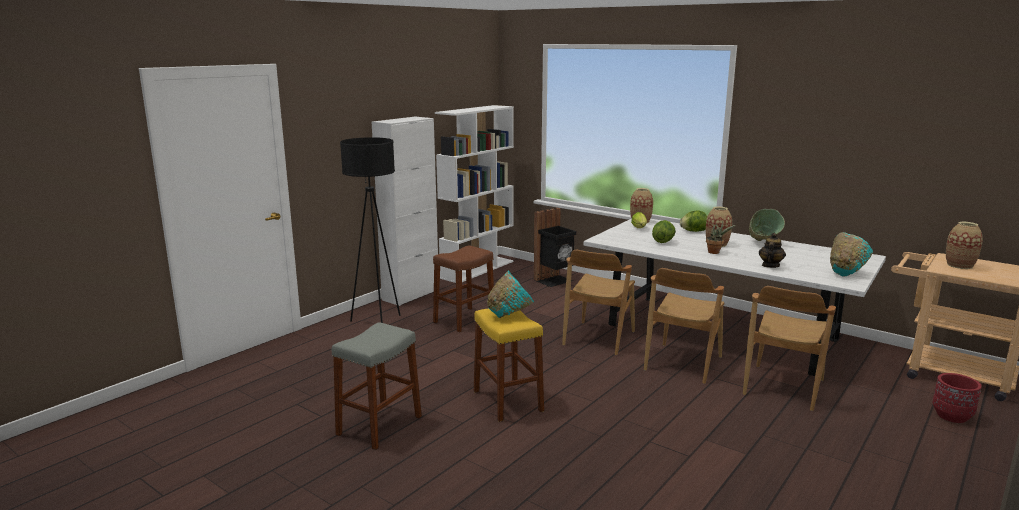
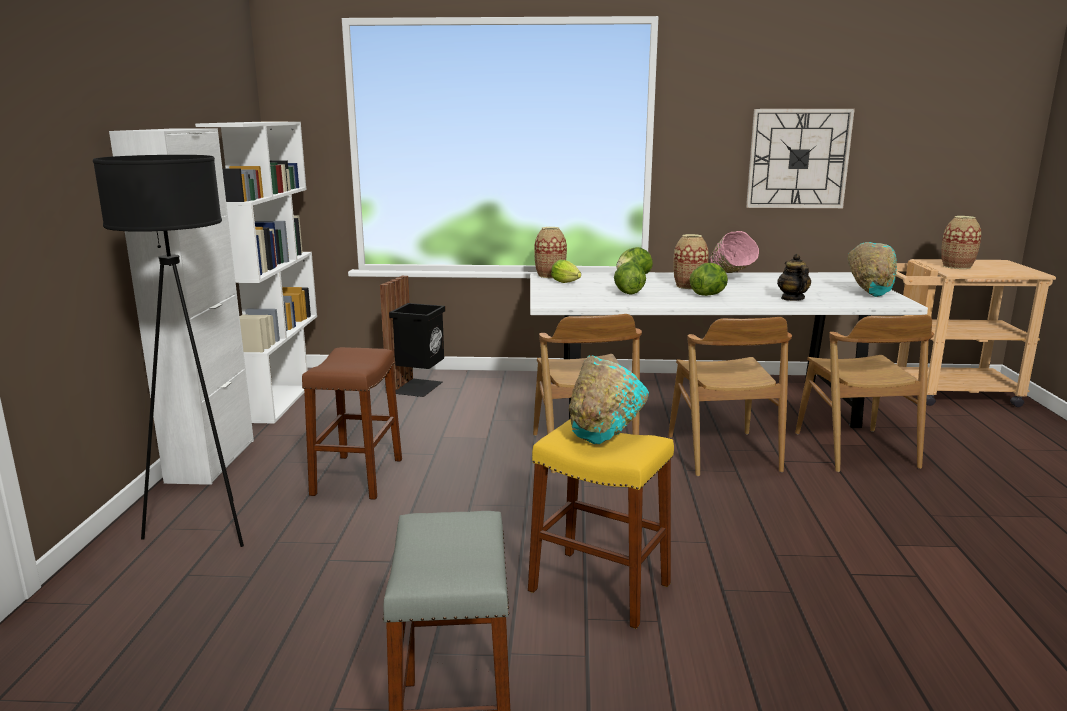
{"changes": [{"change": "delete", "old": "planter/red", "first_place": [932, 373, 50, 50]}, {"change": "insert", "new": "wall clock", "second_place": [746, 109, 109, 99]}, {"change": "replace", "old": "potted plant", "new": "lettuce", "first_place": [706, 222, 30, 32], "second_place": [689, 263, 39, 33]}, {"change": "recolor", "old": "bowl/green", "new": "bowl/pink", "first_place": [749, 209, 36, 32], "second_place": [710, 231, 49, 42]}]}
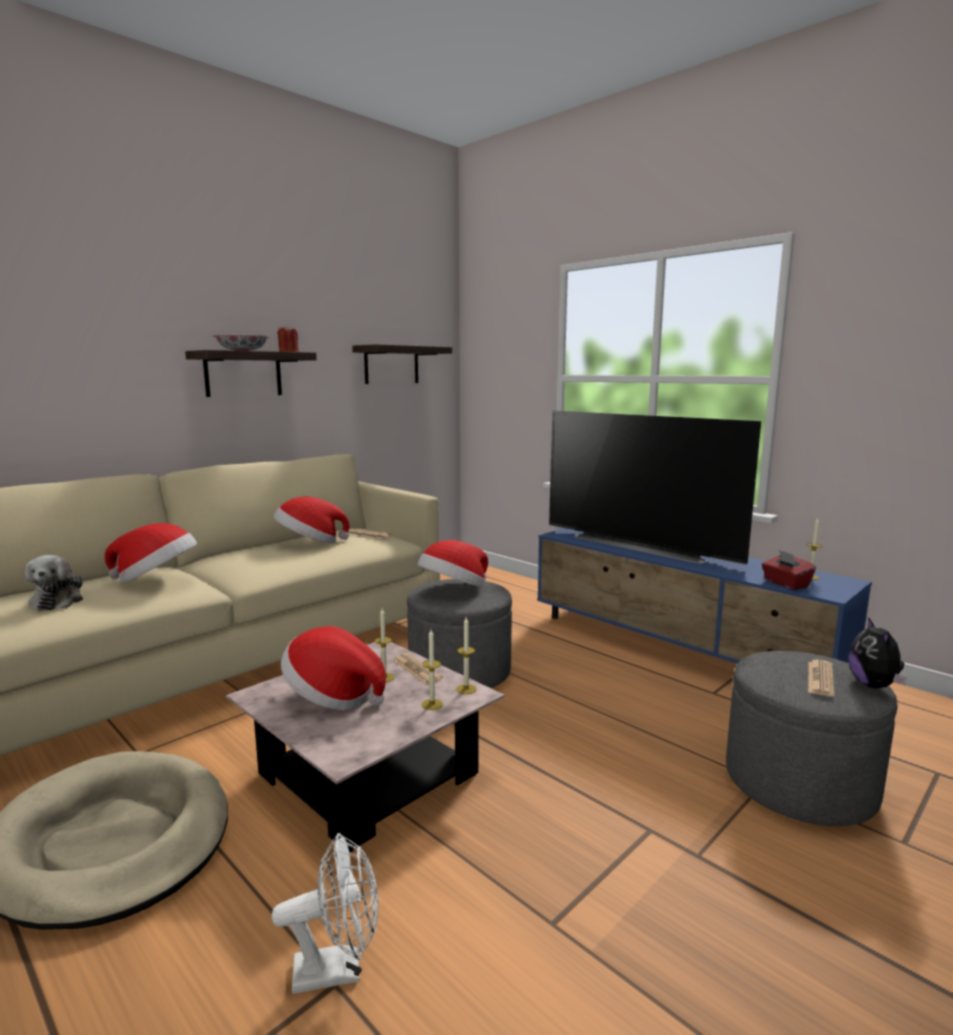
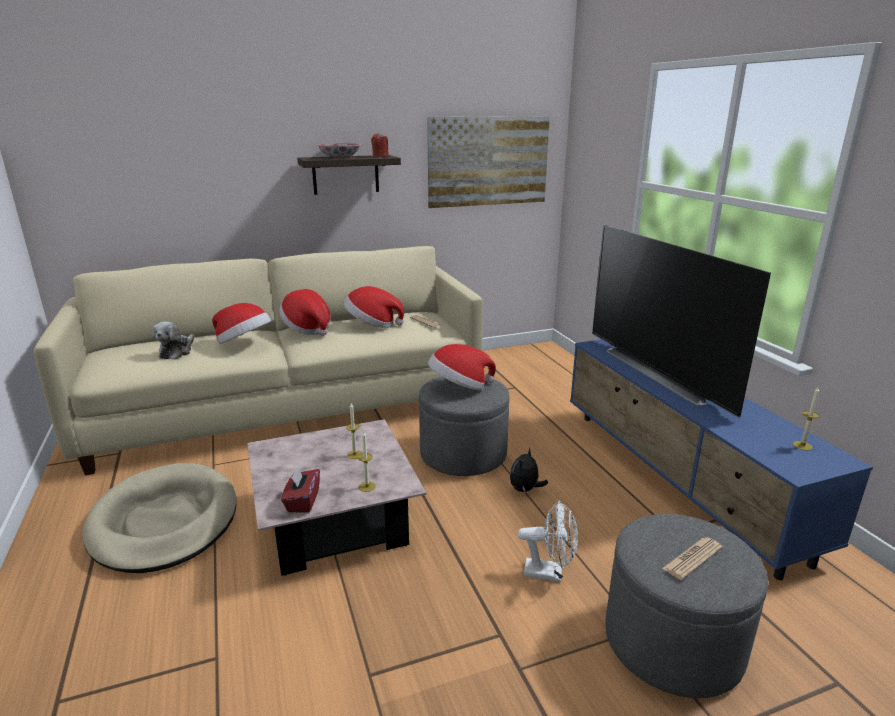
{"changes": [{"change": "delete", "old": "newspaper", "first_place": [393, 653, 50, 32]}, {"change": "delete", "old": "candle", "first_place": [456, 617, 21, 77]}, {"change": "move", "old": "fan/white", "first_place": [272, 833, 106, 161], "second_place": [518, 500, 60, 82]}, {"change": "move", "old": "hat", "first_place": [281, 626, 105, 84], "second_place": [279, 289, 52, 47]}, {"change": "move", "old": "tissue box/red", "first_place": [762, 550, 54, 40], "second_place": [281, 467, 39, 46]}, {"change": "move", "old": "plush toy", "first_place": [849, 617, 58, 71], "second_place": [510, 447, 38, 46]}, {"change": "replace", "old": "shelf", "new": "picture", "first_place": [352, 344, 100, 40], "second_place": [427, 116, 123, 92]}]}
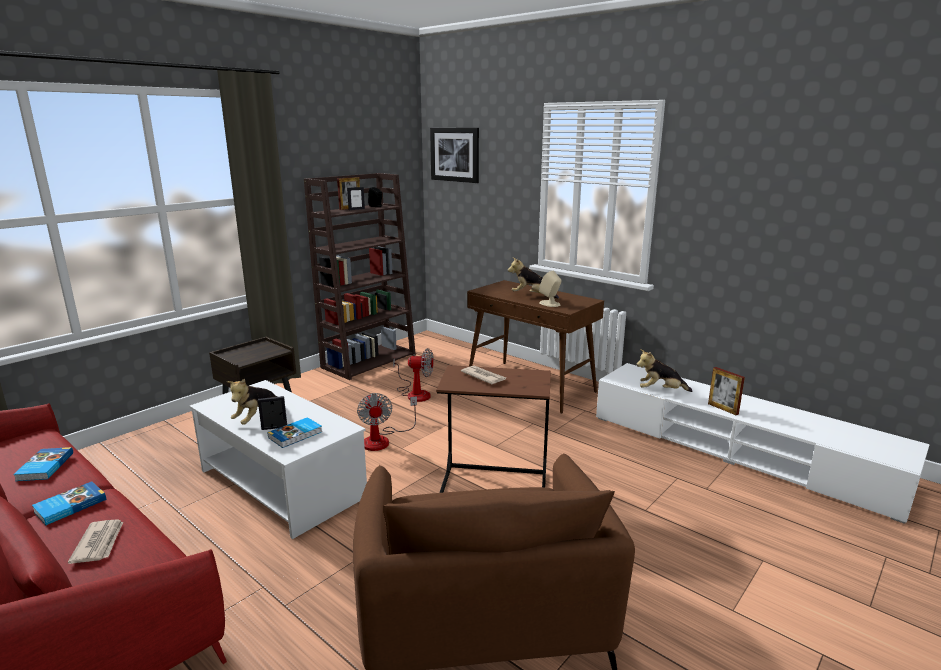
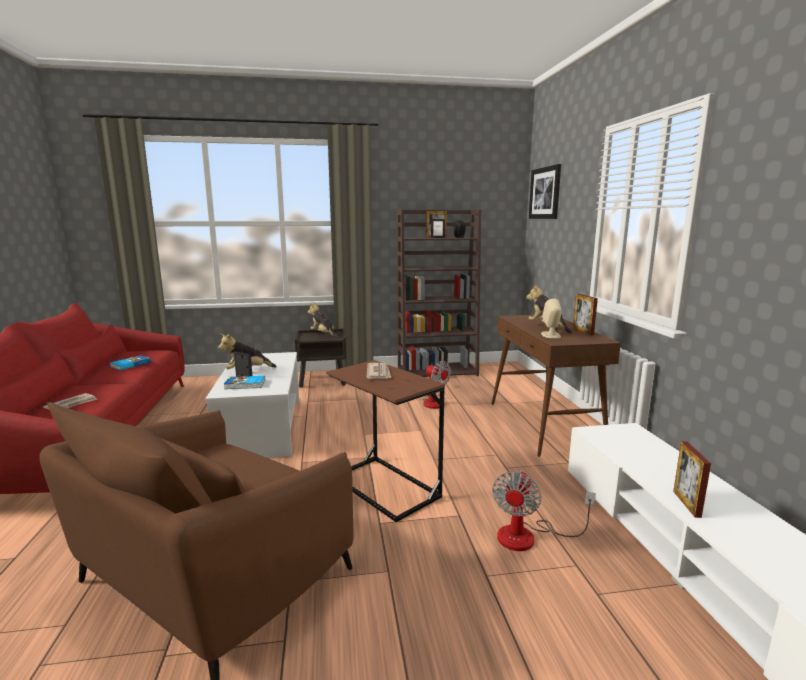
{"changes": [{"change": "delete", "old": "book", "first_place": [32, 481, 74, 44]}, {"change": "insert", "new": "picture frame", "second_place": [573, 294, 25, 41]}, {"change": "move", "old": "fan", "first_place": [357, 393, 60, 58], "second_place": [492, 470, 104, 81]}, {"change": "move", "old": "plush toy", "first_place": [637, 349, 56, 43], "second_place": [308, 302, 30, 36]}]}
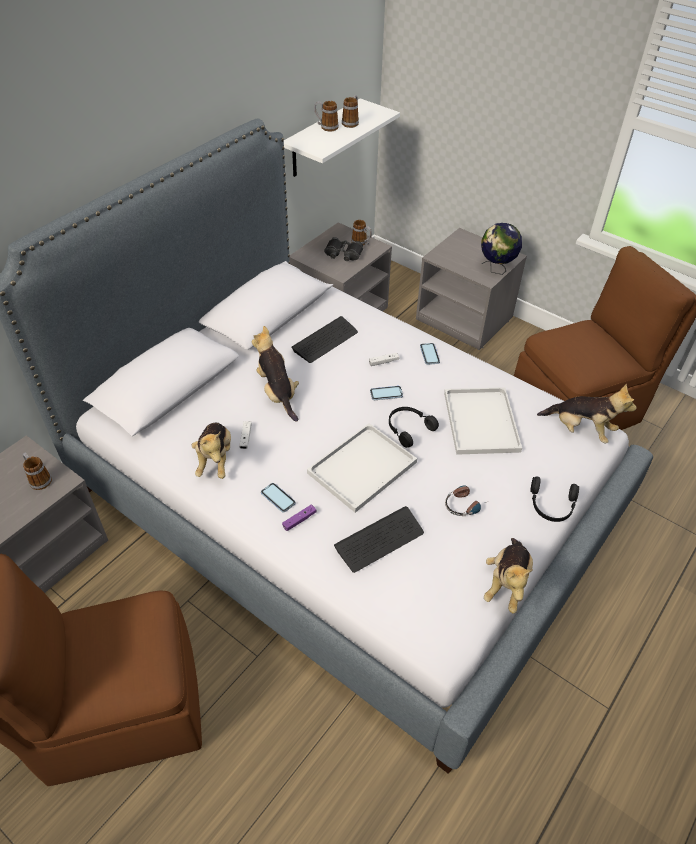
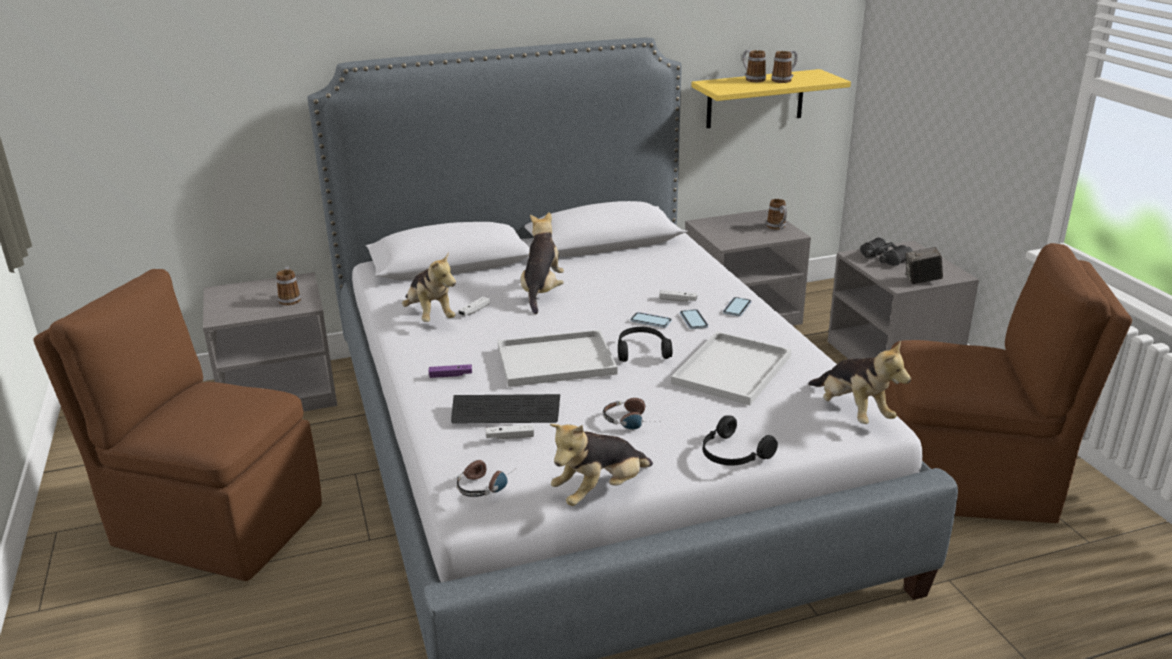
{"changes": [{"change": "delete", "old": "keyboard", "first_place": [291, 316, 67, 47]}, {"change": "insert", "new": "headphones", "second_place": [456, 460, 64, 37]}, {"change": "insert", "new": "game controller/white", "second_place": [486, 424, 48, 15]}, {"change": "move", "old": "phone", "first_place": [261, 483, 35, 30], "second_place": [680, 309, 28, 20]}, {"change": "move", "old": "binoculars/black", "first_place": [324, 237, 39, 24], "second_place": [860, 237, 53, 29]}, {"change": "replace", "old": "globe", "new": "photo camera", "first_place": [481, 223, 41, 52], "second_place": [905, 247, 38, 37]}, {"change": "recolor", "old": "shelf/white", "new": "shelf/yellow", "first_place": [284, 98, 116, 79], "second_place": [691, 69, 160, 59]}, {"change": "rotate", "old": "plush toy", "first_place": [191, 423, 40, 56], "second_place": [402, 252, 54, 70], "degrees": -60}]}
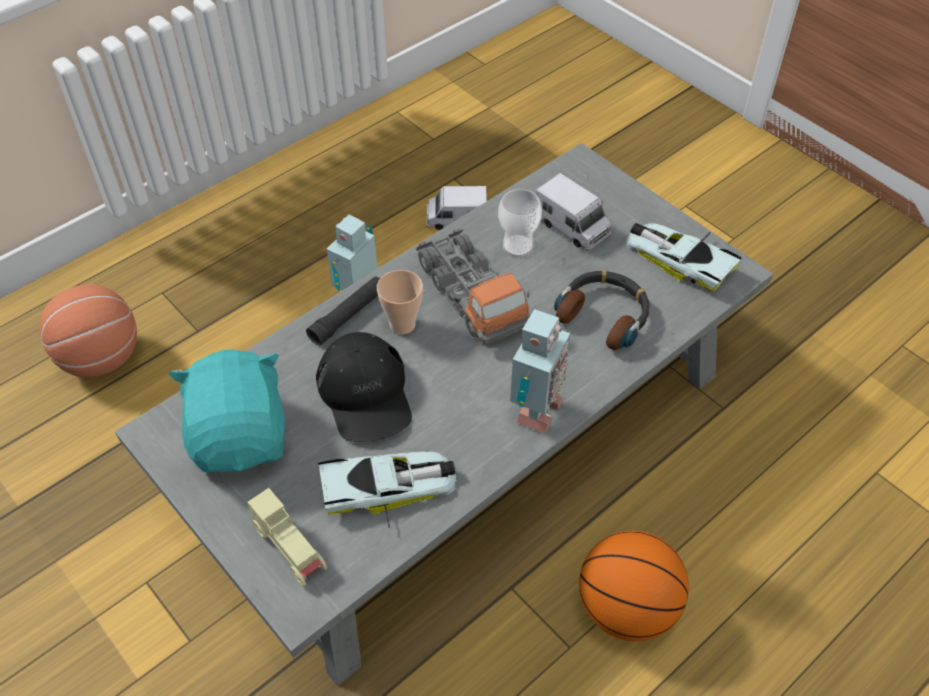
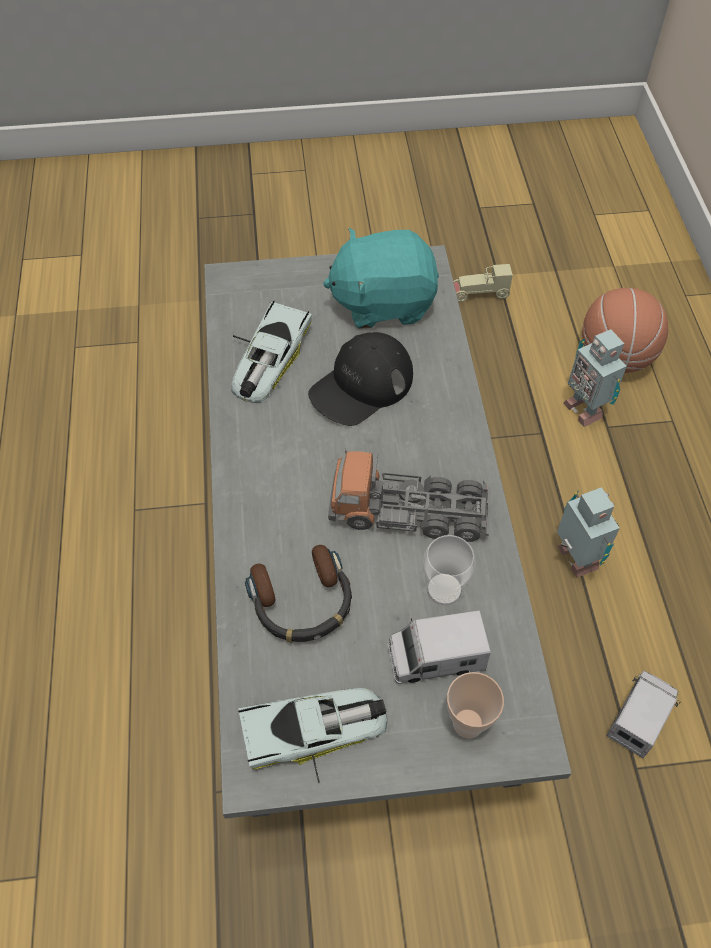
{"changes": [{"change": "delete", "old": "flashlight/black", "first_place": [306, 276, 74, 70]}, {"change": "delete", "old": "basketball", "first_place": [579, 531, 110, 110]}, {"change": "move", "old": "toy car/beige", "first_place": [248, 488, 79, 99], "second_place": [453, 264, 60, 38]}, {"change": "move", "old": "cup", "first_place": [377, 270, 46, 64], "second_place": [447, 672, 57, 66]}, {"change": "move", "old": "toy robot", "first_place": [510, 309, 60, 125], "second_place": [564, 329, 63, 98]}, {"change": "rotate", "old": "plush toy/turquoise", "first_place": [169, 350, 116, 123], "second_place": [323, 228, 116, 101], "degrees": 150}, {"change": "rotate", "old": "cap/black", "first_place": [316, 332, 96, 110], "second_place": [308, 332, 105, 94], "degrees": -60}]}
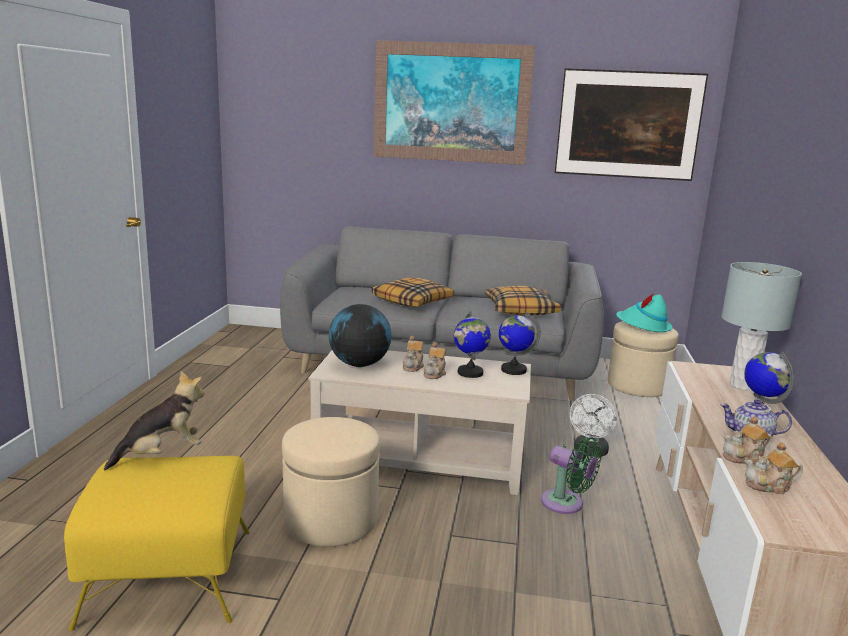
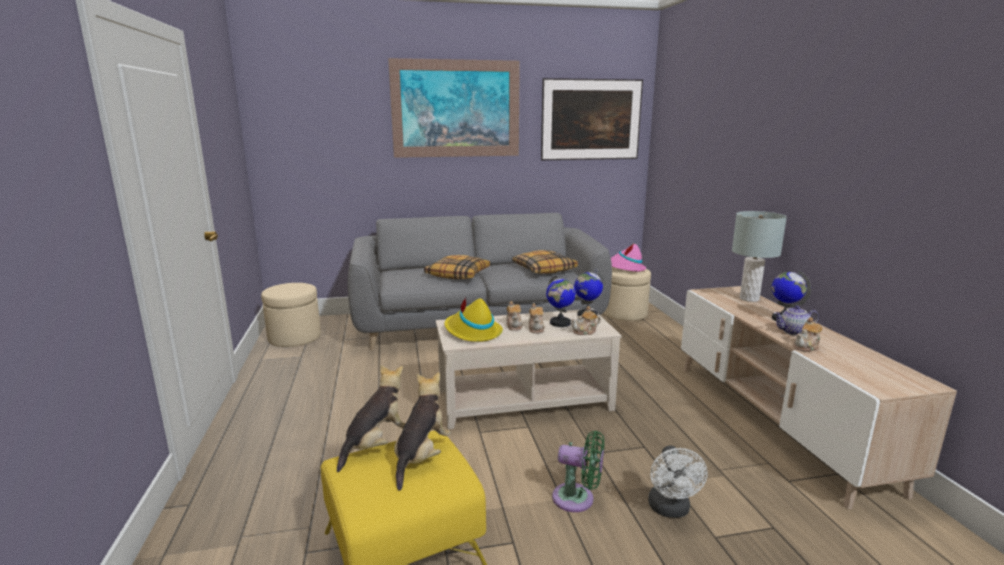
{"changes": [{"change": "insert", "new": "plush toy", "second_place": [394, 372, 57, 119]}, {"change": "move", "old": "ottoman/beige", "first_place": [282, 417, 98, 130], "second_place": [261, 283, 60, 64]}, {"change": "move", "old": "fan/green", "first_place": [541, 437, 61, 77], "second_place": [552, 431, 52, 81]}, {"change": "move", "old": "fan/white", "first_place": [570, 394, 47, 63], "second_place": [648, 445, 59, 73]}, {"change": "move", "old": "teapot", "first_place": [745, 442, 58, 52], "second_place": [571, 306, 30, 29]}, {"change": "replace", "old": "globe", "new": "hat/yellow", "first_place": [329, 304, 63, 63], "second_place": [444, 298, 59, 44]}, {"change": "recolor", "old": "hat/turquoise", "new": "hat/pink", "first_place": [616, 293, 56, 39], "second_place": [611, 244, 35, 28]}]}
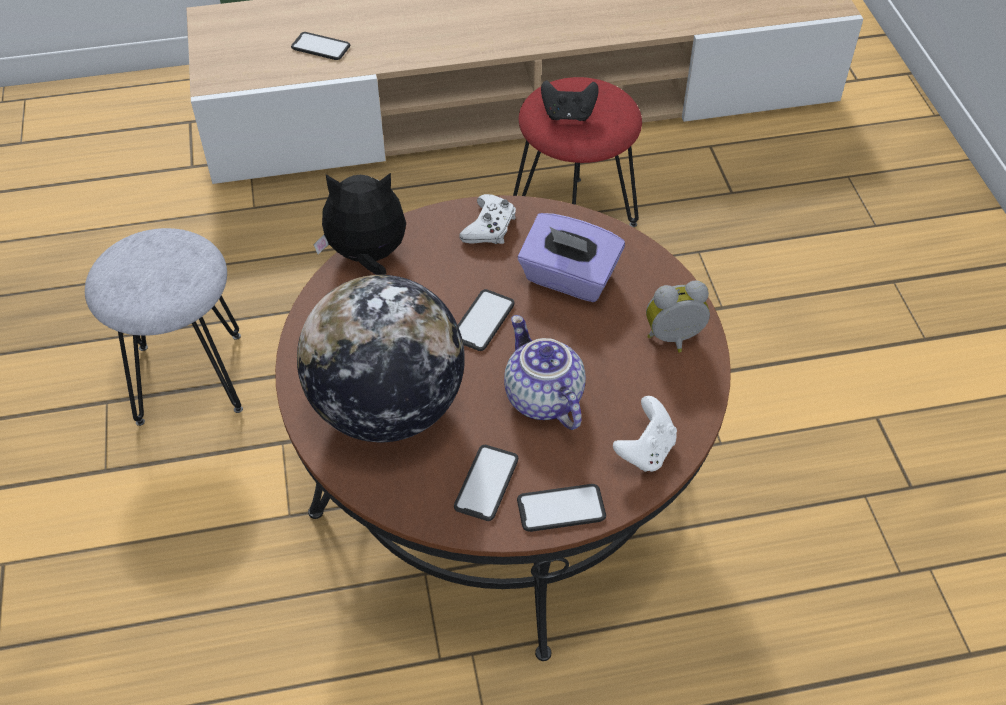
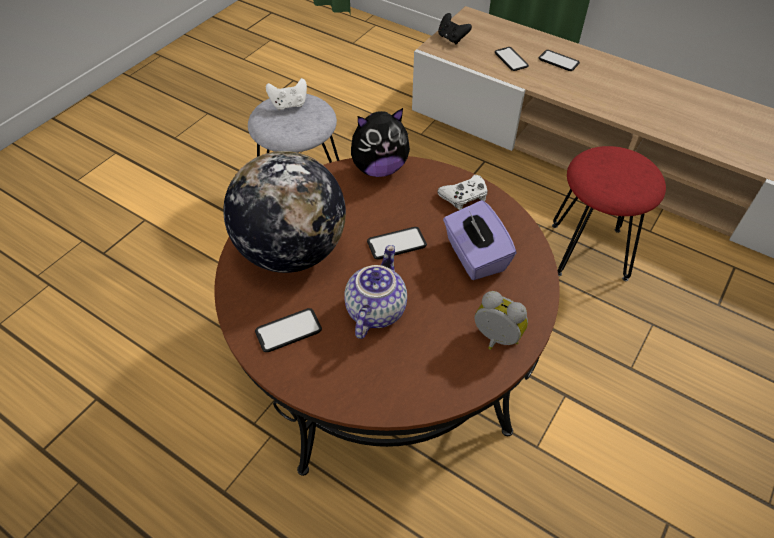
{"changes": [{"change": "move", "old": "phone", "first_place": [517, 484, 89, 48], "second_place": [539, 50, 41, 21]}, {"change": "move", "old": "game controller/black", "first_place": [541, 80, 58, 41], "second_place": [438, 13, 34, 31]}, {"change": "move", "old": "game controller/white", "first_place": [613, 396, 64, 76], "second_place": [266, 78, 41, 32]}, {"change": "rotate", "old": "plush toy", "first_place": [313, 173, 93, 102], "second_place": [351, 108, 59, 69], "degrees": 120}]}
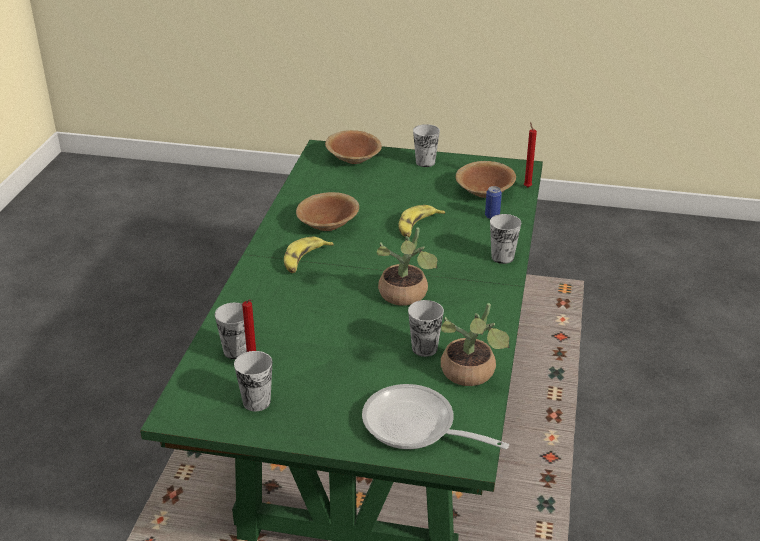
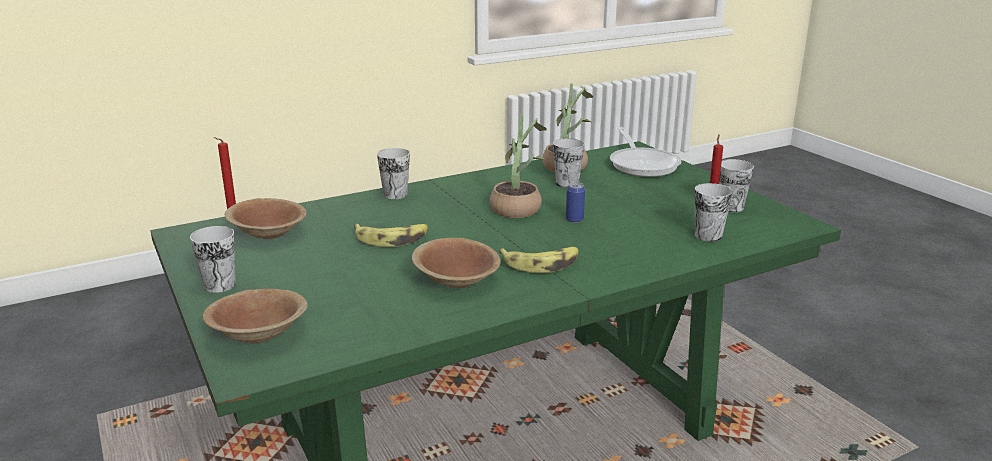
{"changes": [{"change": "move", "old": "can", "first_place": [485, 186, 17, 33], "second_place": [566, 182, 19, 41]}]}
